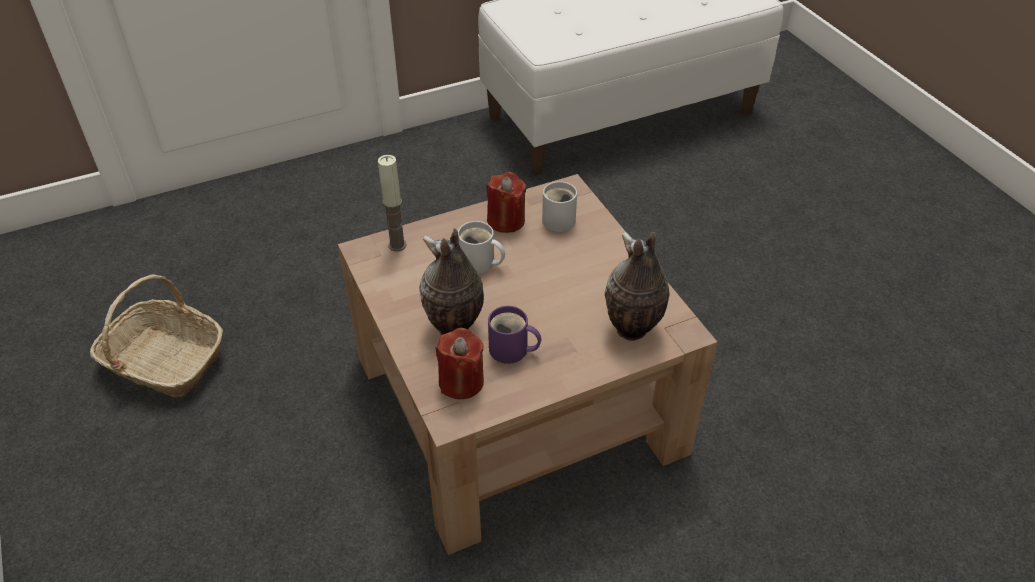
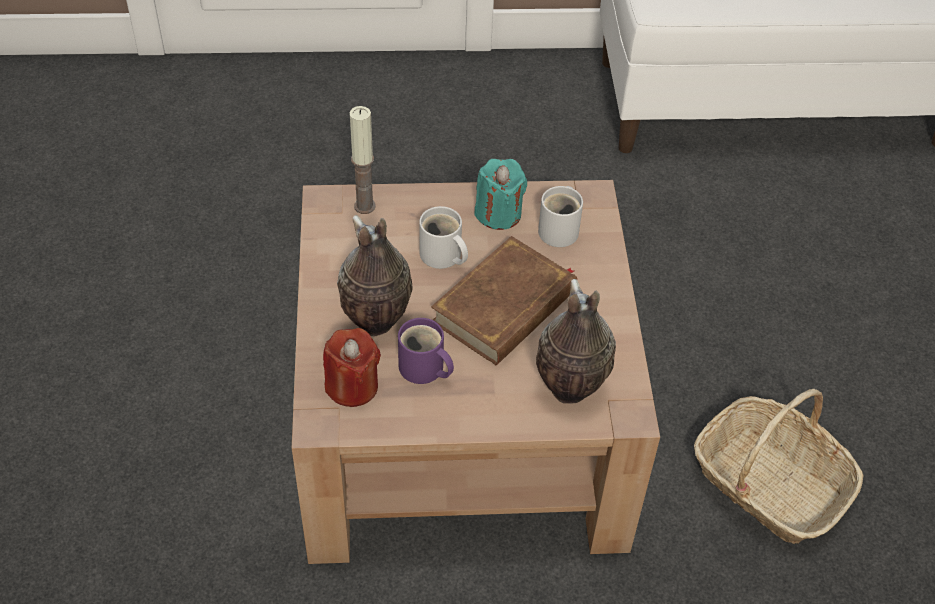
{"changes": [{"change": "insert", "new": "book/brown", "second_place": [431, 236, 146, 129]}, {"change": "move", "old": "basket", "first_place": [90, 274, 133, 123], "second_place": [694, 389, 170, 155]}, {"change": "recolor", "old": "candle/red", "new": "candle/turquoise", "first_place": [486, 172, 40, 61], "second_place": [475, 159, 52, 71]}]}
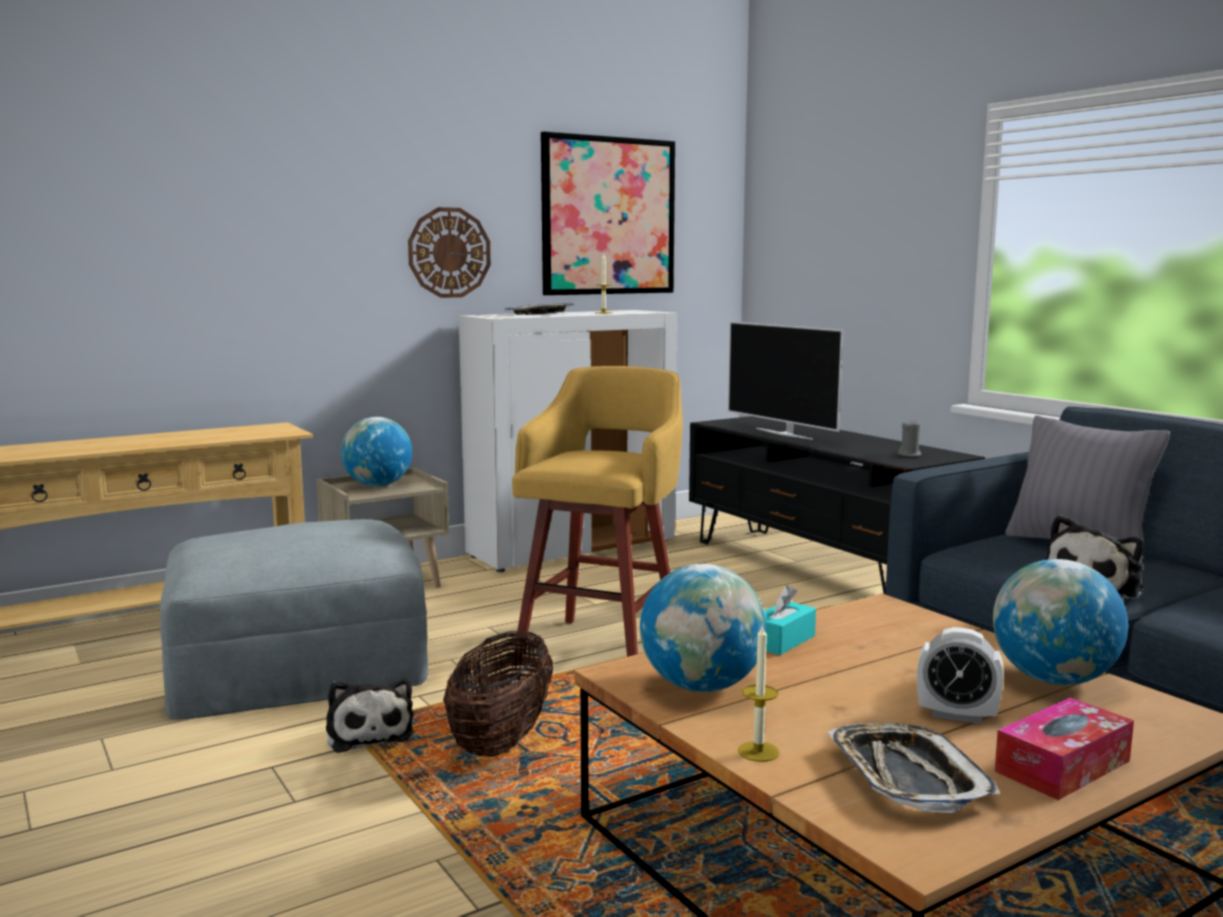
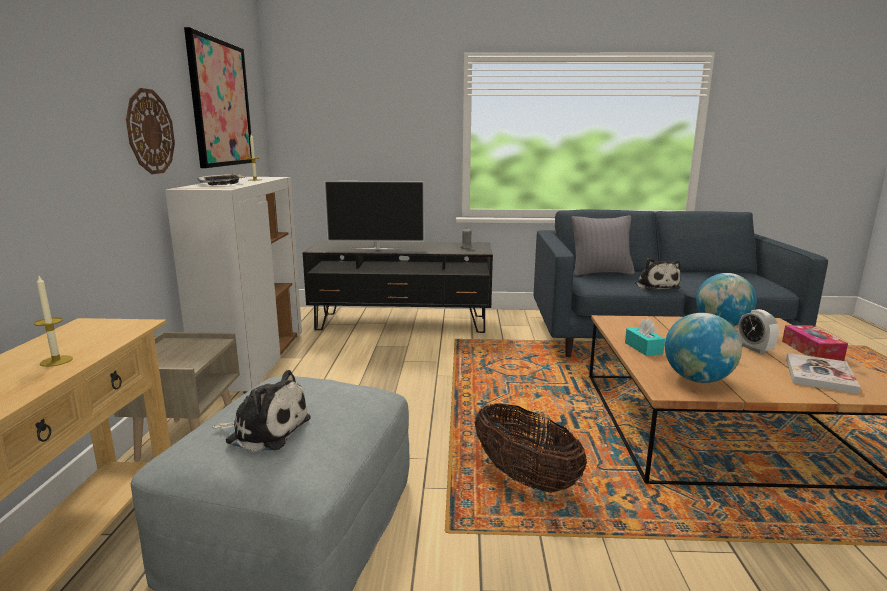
{"changes": [{"change": "delete", "old": "globe", "first_place": [341, 417, 71, 70]}, {"change": "delete", "old": "stool/yellow", "first_place": [512, 366, 171, 291]}, {"change": "move", "old": "plush toy", "first_place": [326, 678, 88, 75], "second_place": [212, 370, 99, 82]}, {"change": "move", "old": "candle", "first_place": [738, 624, 42, 138], "second_place": [34, 276, 39, 91]}, {"change": "replace", "old": "tray", "new": "book", "first_place": [828, 723, 172, 90], "second_place": [786, 353, 75, 41]}, {"change": "rotate", "old": "alarm clock", "first_place": [917, 627, 86, 97], "second_place": [738, 309, 41, 44], "degrees": 105}]}
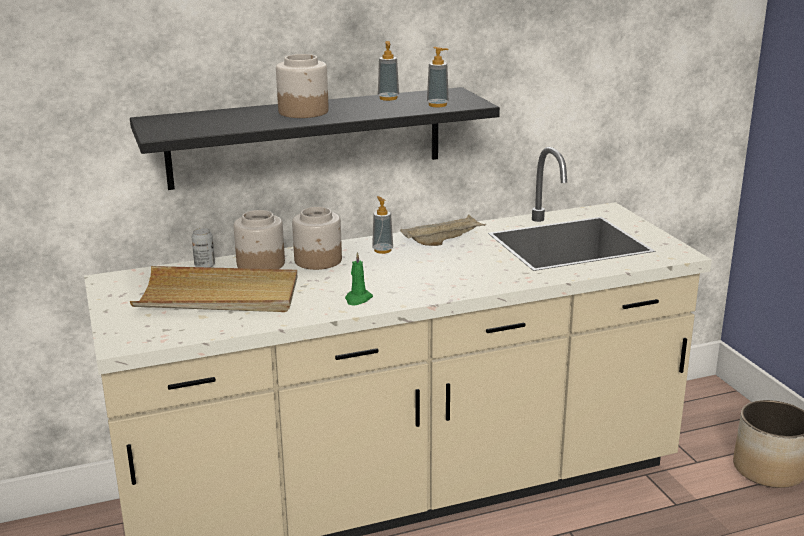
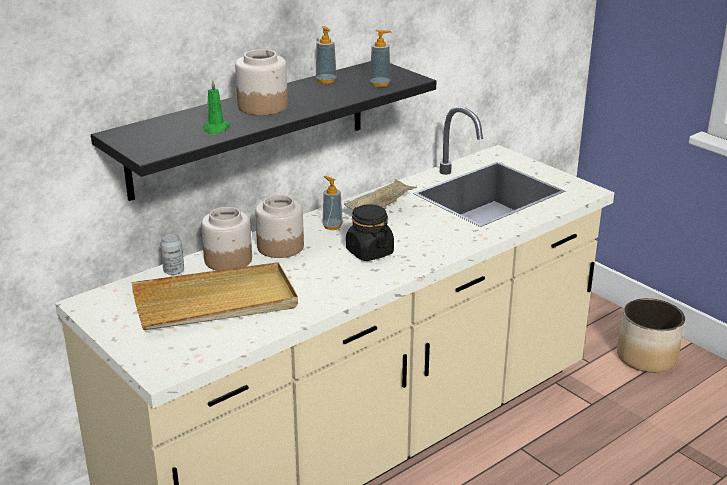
{"changes": [{"change": "insert", "new": "jar/black", "second_place": [346, 204, 48, 57]}, {"change": "move", "old": "candle/green", "first_place": [345, 252, 28, 54], "second_place": [203, 80, 27, 55]}]}
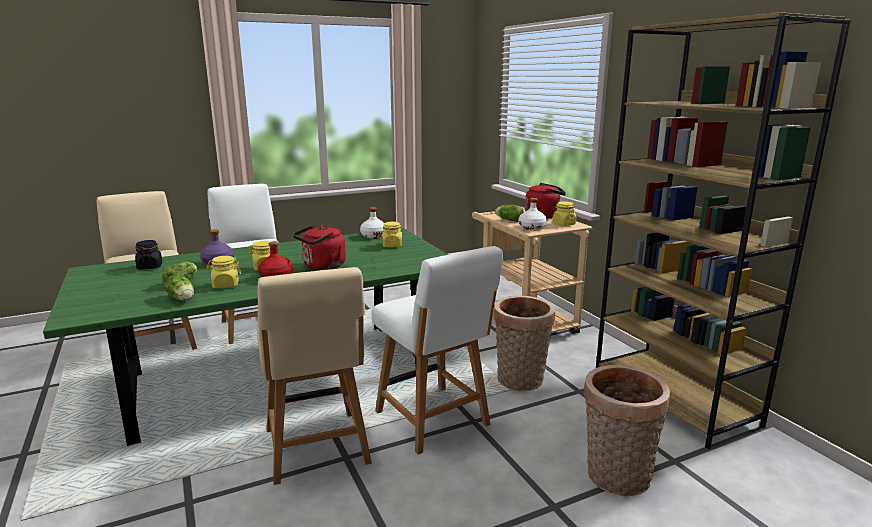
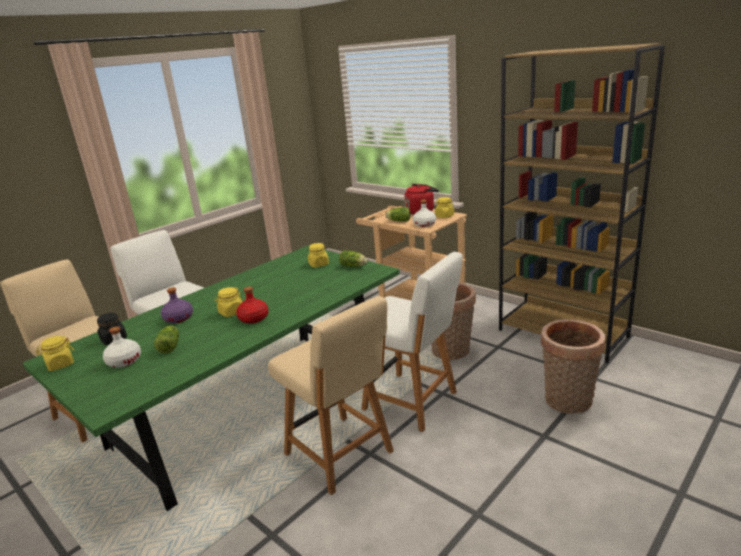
{"changes": [{"change": "delete", "old": "kettle/red", "first_place": [293, 225, 53, 45]}, {"change": "move", "old": "lettuce", "first_place": [165, 274, 29, 27], "second_place": [339, 250, 28, 17]}, {"change": "move", "old": "jar/yellow", "first_place": [206, 256, 35, 32], "second_place": [36, 336, 38, 35]}, {"change": "move", "old": "bottle/white", "first_place": [360, 207, 24, 32], "second_place": [103, 326, 38, 42]}]}
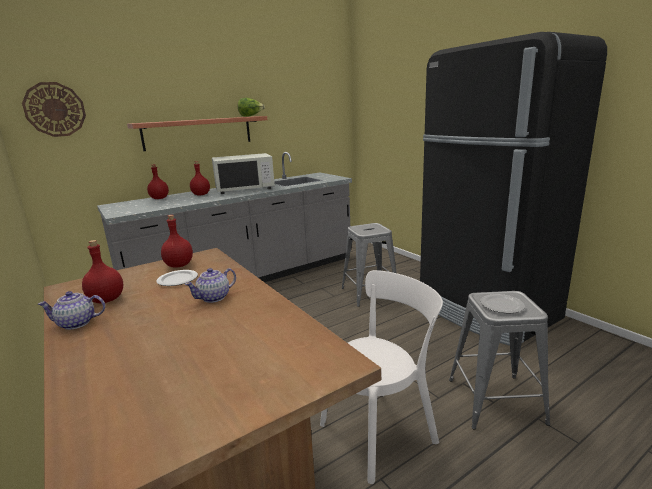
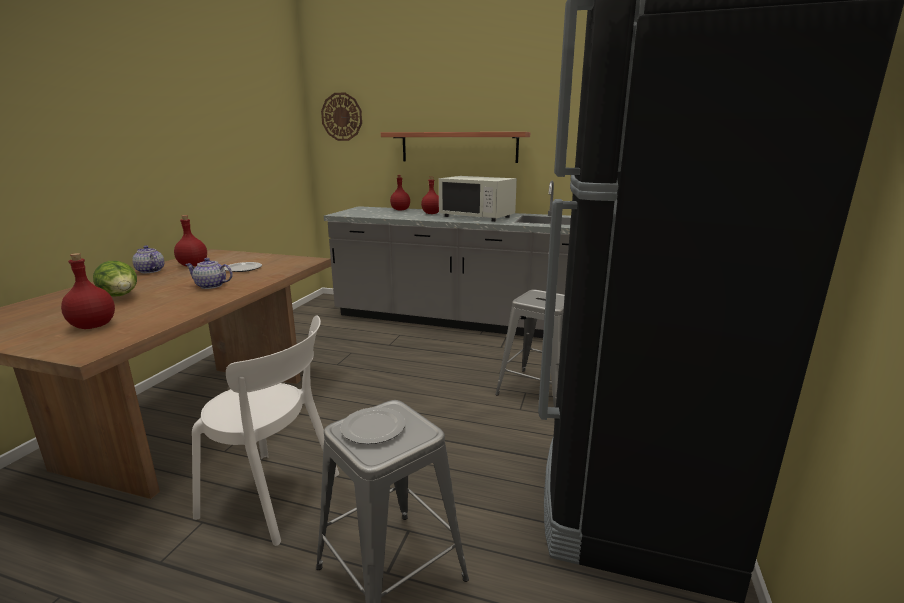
{"changes": [{"change": "move", "old": "bottle/red", "first_place": [161, 215, 32, 53], "second_place": [61, 253, 54, 76]}, {"change": "move", "old": "lettuce", "first_place": [238, 98, 27, 19], "second_place": [93, 261, 44, 36]}]}
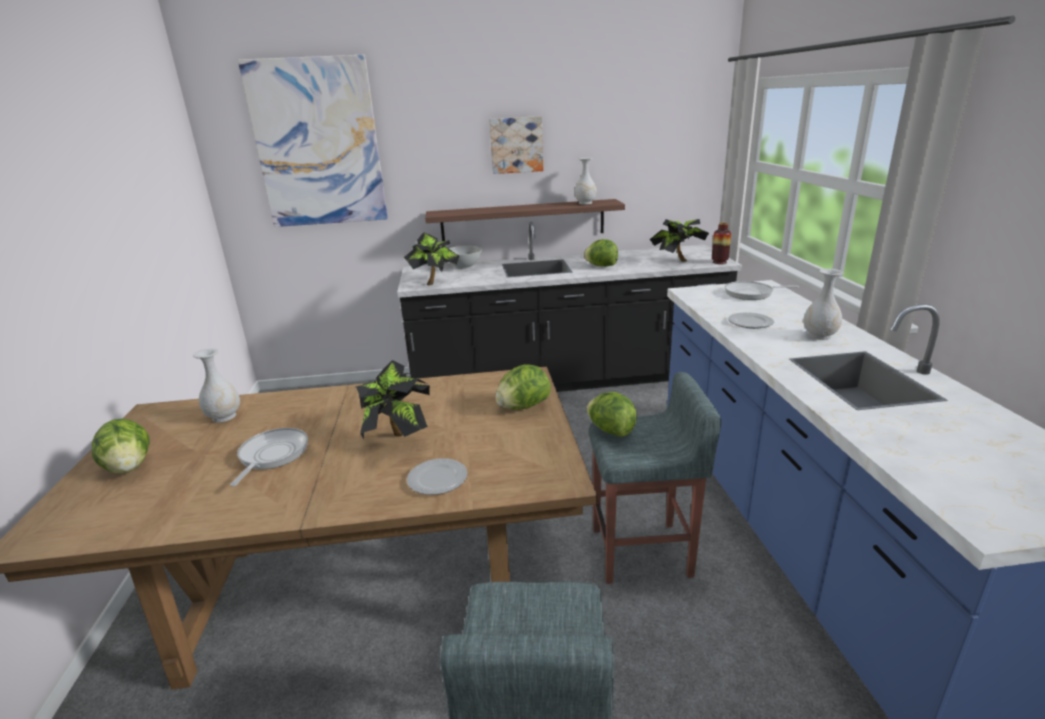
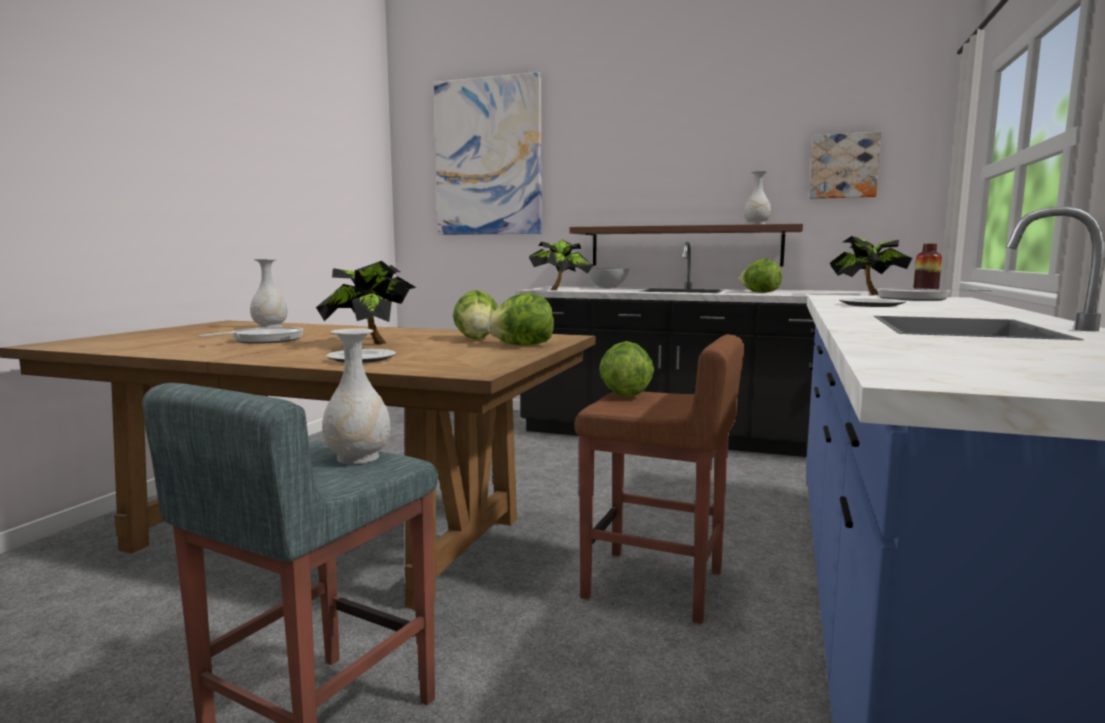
{"changes": [{"change": "move", "old": "lettuce", "first_place": [92, 419, 58, 55], "second_place": [453, 290, 45, 49]}, {"change": "move", "old": "picture", "first_place": [489, 116, 54, 58], "second_place": [809, 132, 72, 67]}, {"change": "move", "old": "vase/white", "first_place": [803, 269, 40, 71], "second_place": [322, 328, 68, 136]}, {"change": "recolor", "old": "stool/grey", "new": "stool/brown", "first_place": [589, 372, 132, 212], "second_place": [574, 334, 170, 290]}]}
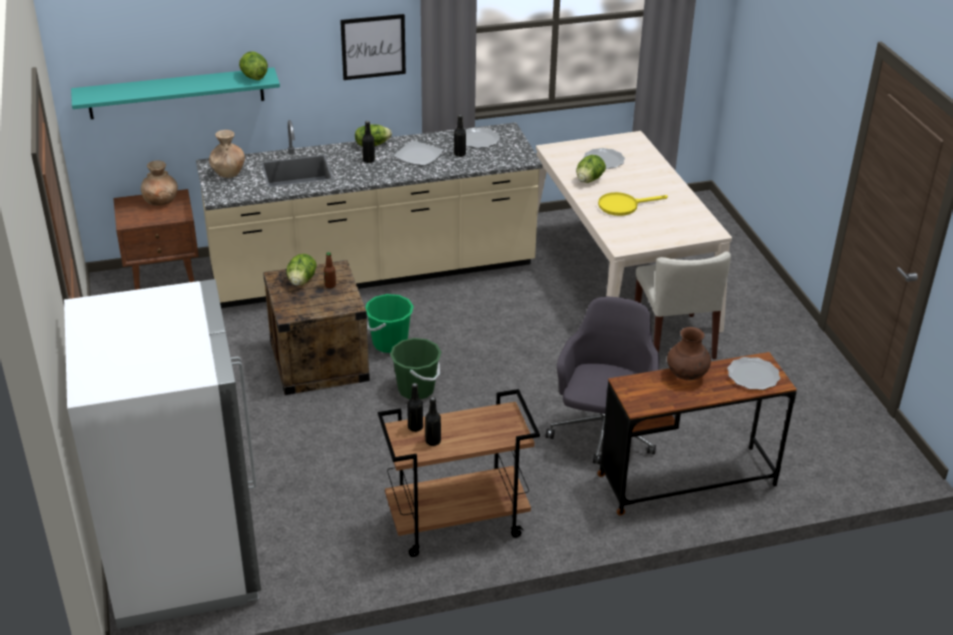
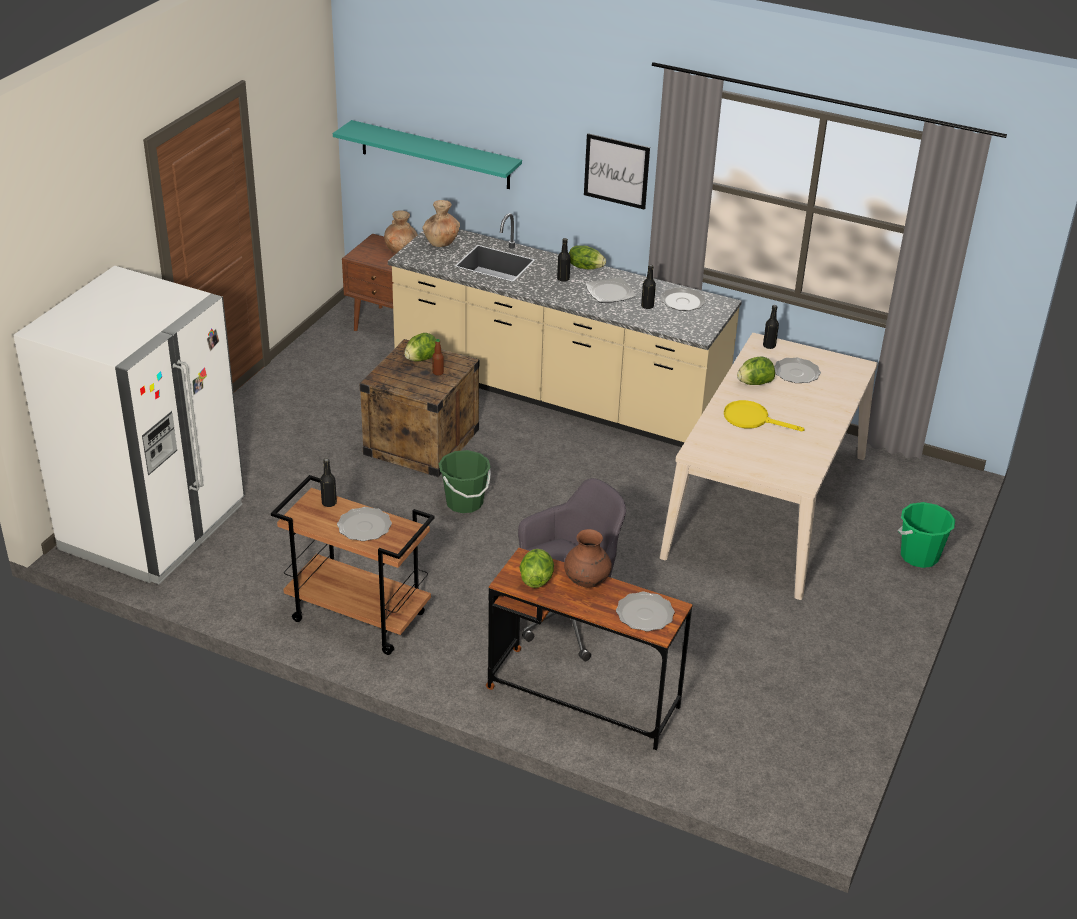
{"changes": [{"change": "delete", "old": "chair/beige", "first_place": [635, 251, 96, 108]}, {"change": "insert", "new": "plate", "second_place": [337, 507, 55, 34]}, {"change": "move", "old": "lettuce", "first_place": [239, 52, 29, 28], "second_place": [519, 549, 35, 39]}, {"change": "move", "old": "bucket/green", "first_place": [365, 294, 49, 59], "second_place": [898, 502, 57, 66]}, {"change": "move", "old": "bottle/black", "first_place": [425, 397, 16, 49], "second_place": [763, 305, 16, 44]}]}
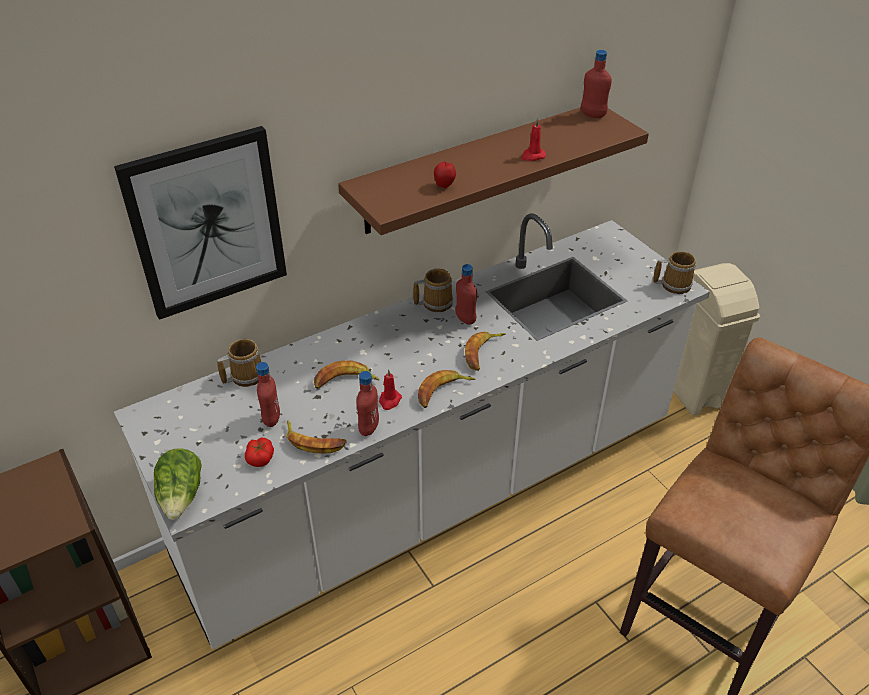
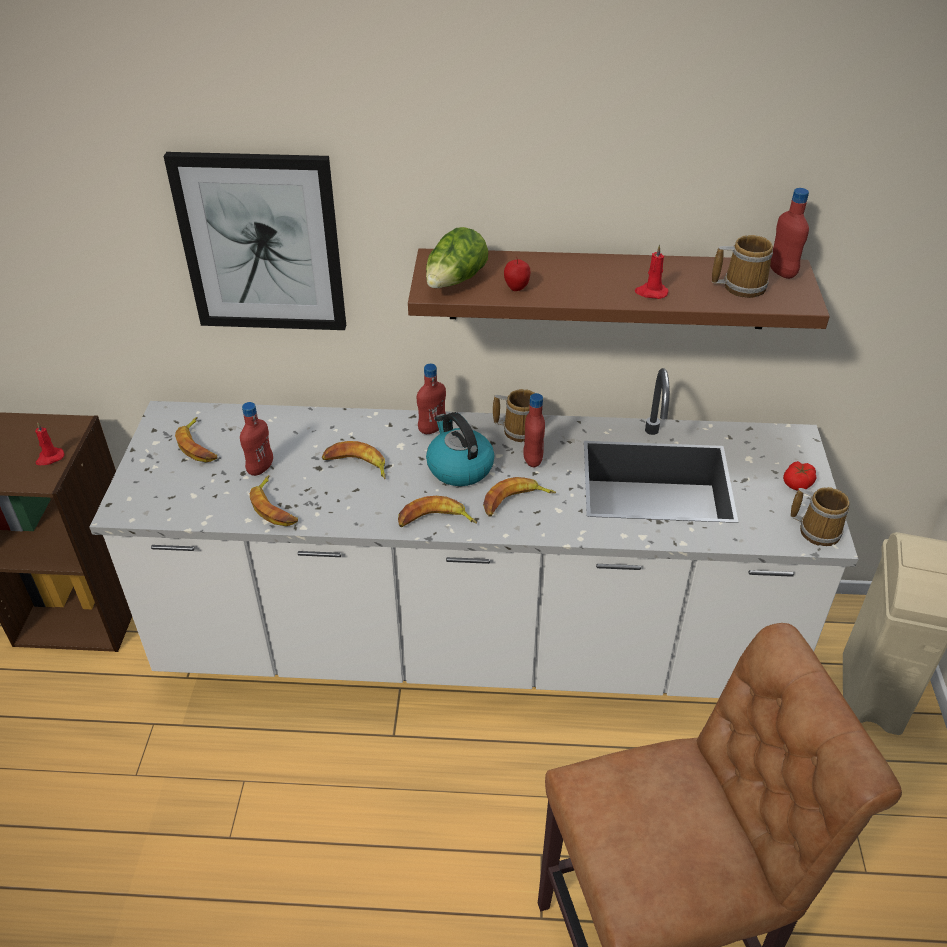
{"changes": [{"change": "insert", "new": "banana", "second_place": [175, 417, 42, 46]}, {"change": "insert", "new": "kettle", "second_place": [426, 412, 68, 74]}, {"change": "move", "old": "lettuce", "first_place": [154, 448, 48, 72], "second_place": [426, 227, 62, 61]}, {"change": "move", "old": "mug", "first_place": [217, 339, 44, 48], "second_place": [712, 235, 61, 63]}, {"change": "move", "old": "tomato", "first_place": [245, 437, 29, 30], "second_place": [783, 461, 33, 30]}, {"change": "move", "old": "bottle/red", "first_place": [356, 371, 23, 65], "second_place": [417, 364, 29, 70]}, {"change": "move", "old": "candle/red", "first_place": [379, 369, 23, 41], "second_place": [35, 422, 29, 43]}]}
